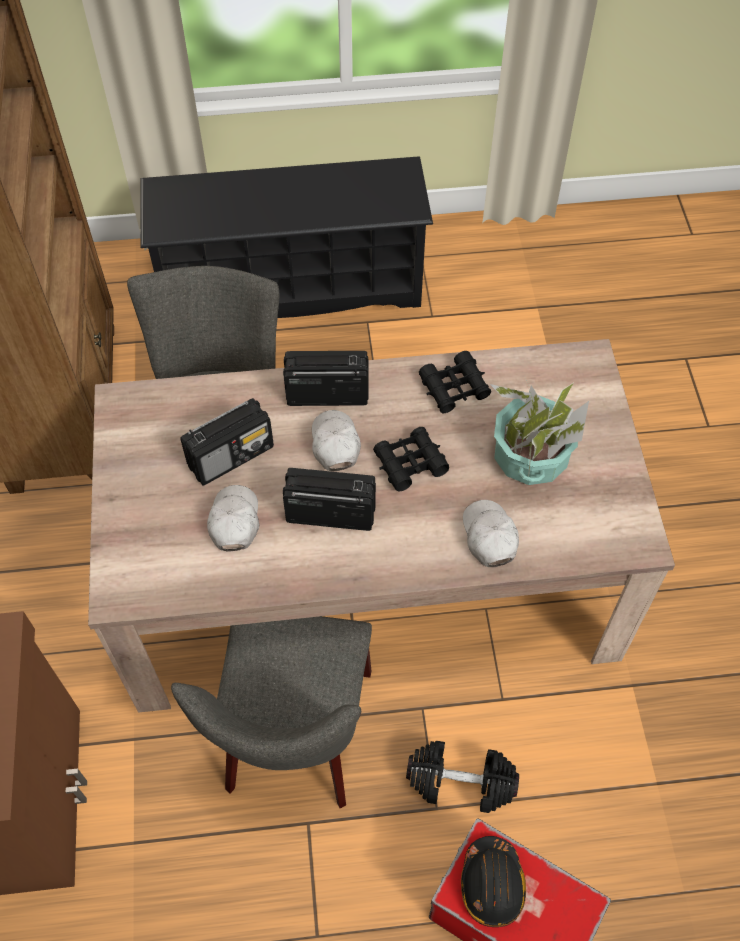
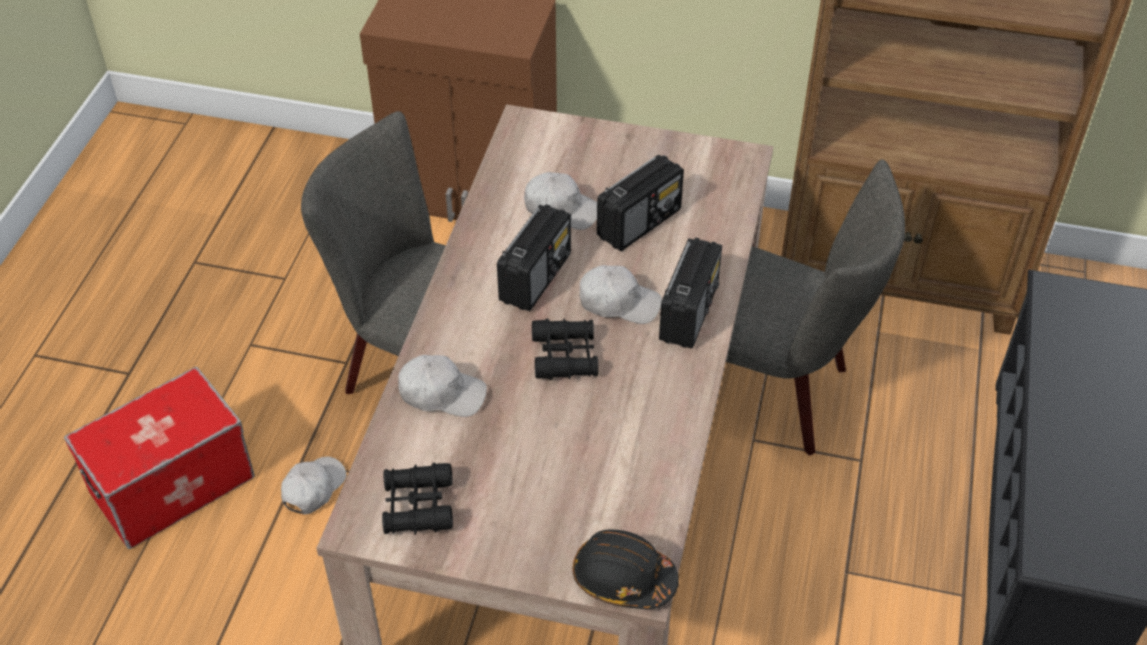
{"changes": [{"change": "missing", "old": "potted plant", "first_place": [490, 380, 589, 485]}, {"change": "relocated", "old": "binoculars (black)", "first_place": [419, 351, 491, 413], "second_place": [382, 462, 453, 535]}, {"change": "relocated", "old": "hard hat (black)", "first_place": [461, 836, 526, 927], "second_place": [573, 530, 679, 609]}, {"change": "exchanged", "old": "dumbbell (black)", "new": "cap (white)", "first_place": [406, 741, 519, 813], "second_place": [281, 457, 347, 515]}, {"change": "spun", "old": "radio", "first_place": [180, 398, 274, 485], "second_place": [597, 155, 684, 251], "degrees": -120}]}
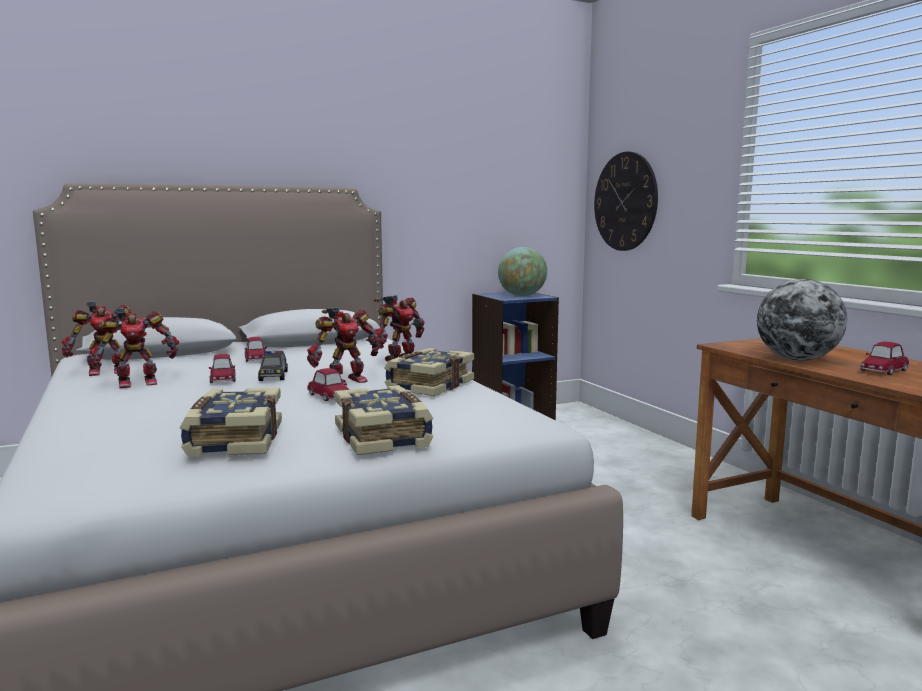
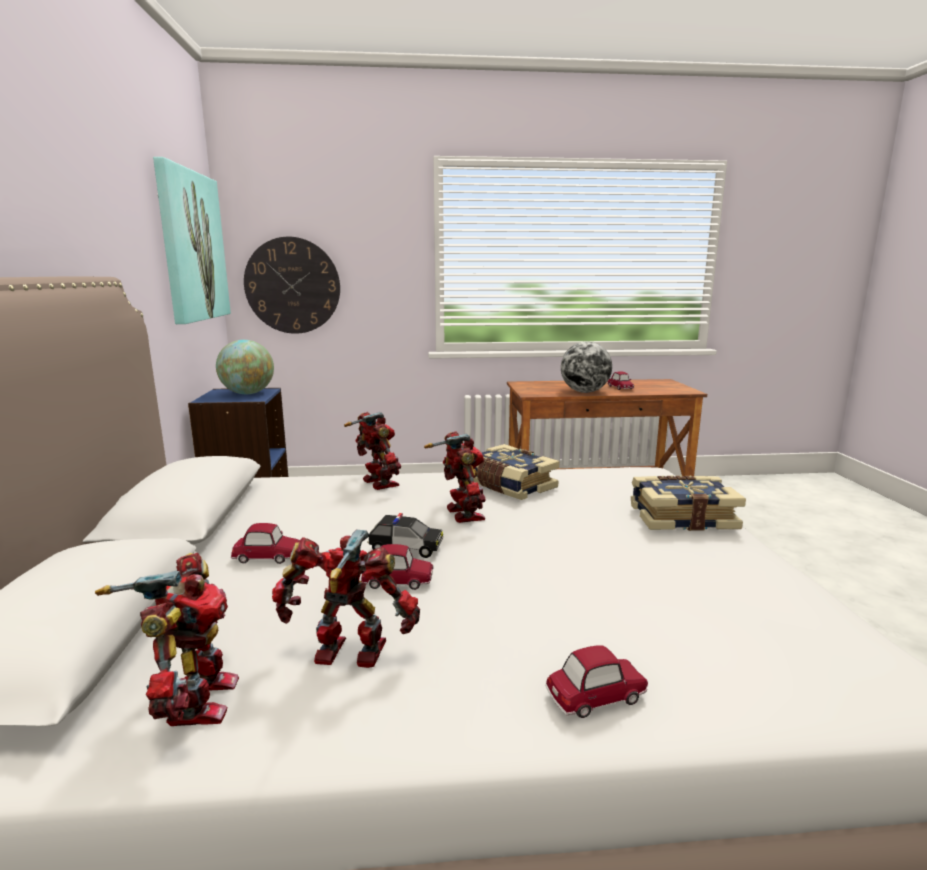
{"changes": [{"change": "missing", "old": "book", "first_place": [180, 388, 282, 457]}, {"change": "appeared", "new": "picture", "second_place": [153, 157, 231, 324]}, {"change": "relocated", "old": "toy car", "first_place": [307, 368, 350, 401], "second_place": [545, 645, 648, 718]}, {"change": "spun", "old": "toy robot", "first_place": [90, 308, 179, 388], "second_place": [272, 530, 420, 668], "degrees": -75}]}
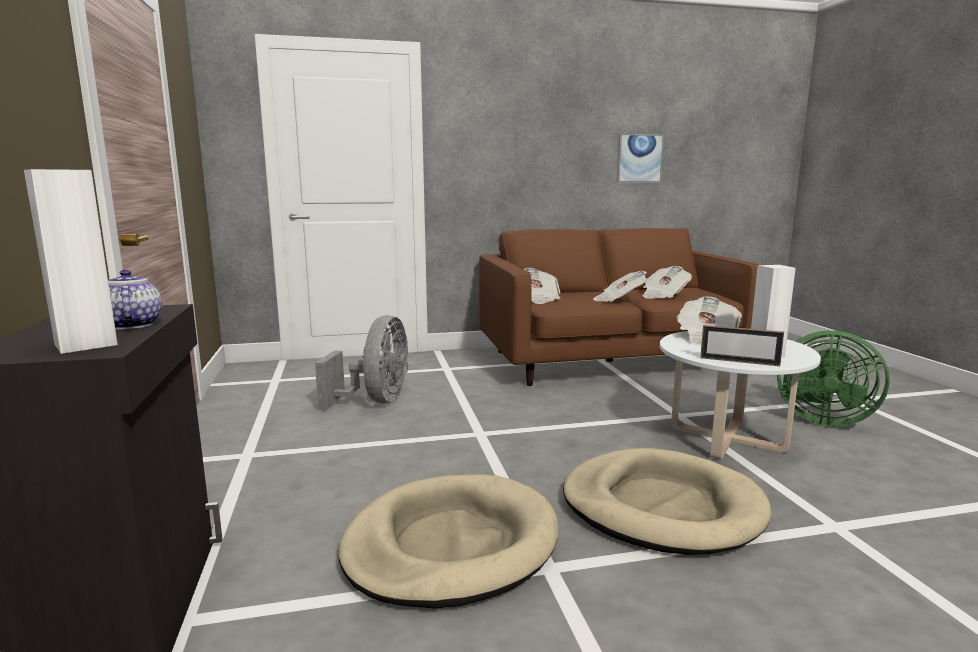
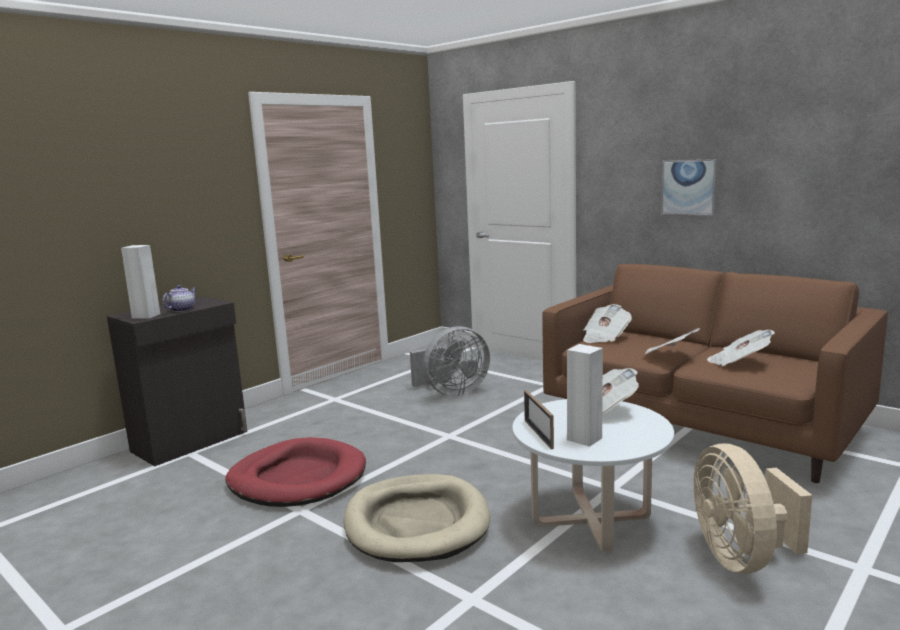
{"changes": [{"change": "relocated", "old": "picture", "first_place": [617, 134, 664, 183], "second_place": [661, 159, 717, 216]}, {"change": "colour", "old": "dog bed (beige)", "new": "dog bed (red)", "first_place": [338, 475, 559, 609], "second_place": [225, 437, 366, 507]}, {"change": "colour", "old": "fan (green)", "new": "fan (beige)", "first_place": [777, 330, 890, 426], "second_place": [694, 444, 812, 573]}]}
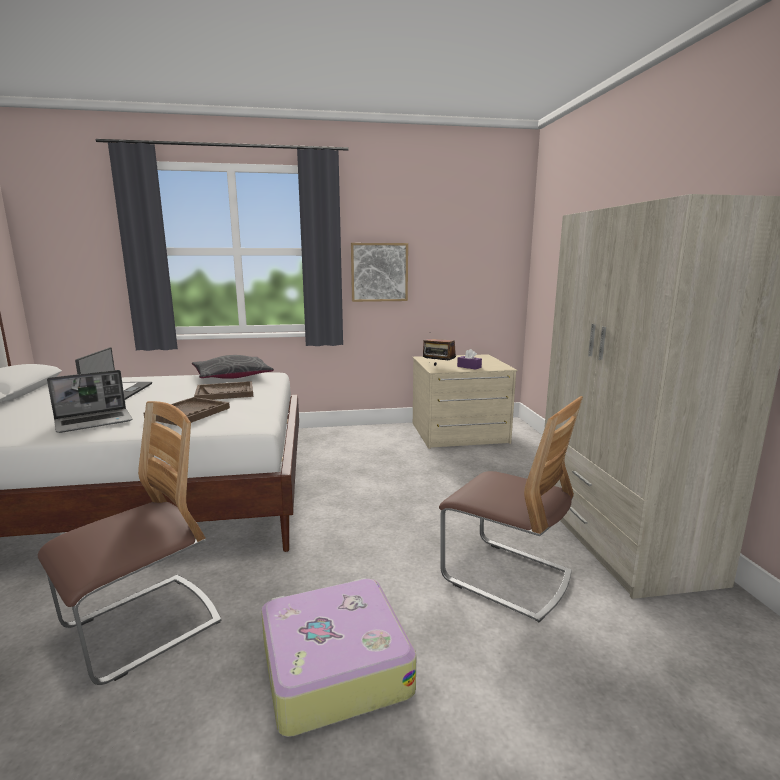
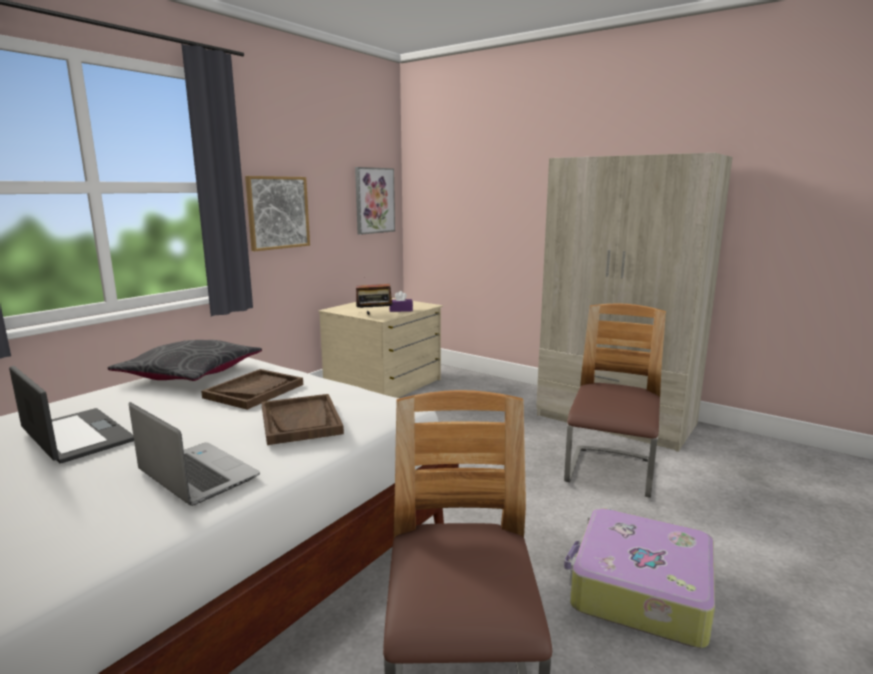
{"changes": [{"change": "appeared", "new": "picture", "second_place": [355, 167, 395, 235]}, {"change": "spun", "old": "laptop", "first_place": [47, 370, 133, 433], "second_place": [129, 402, 260, 506], "degrees": -60}, {"change": "spun", "old": "chair", "first_place": [439, 396, 583, 622], "second_place": [564, 303, 666, 498], "degrees": -60}]}
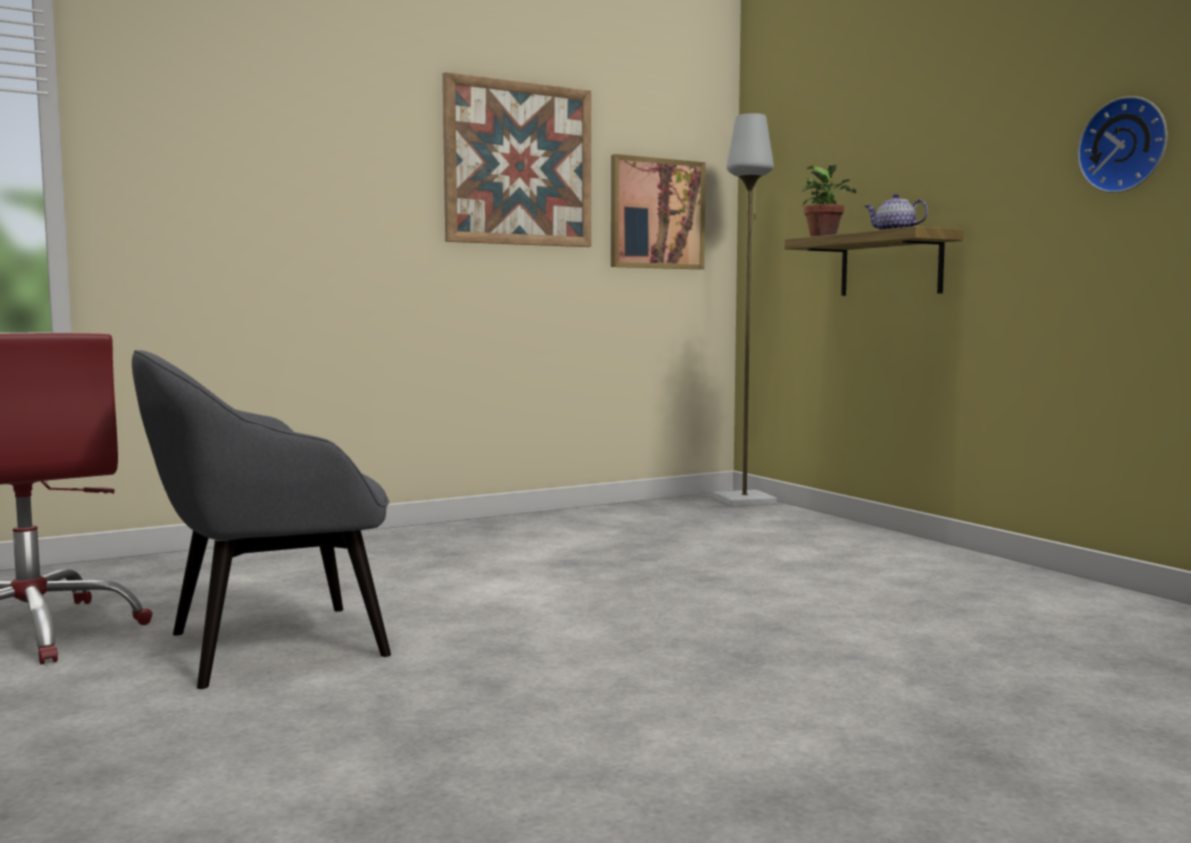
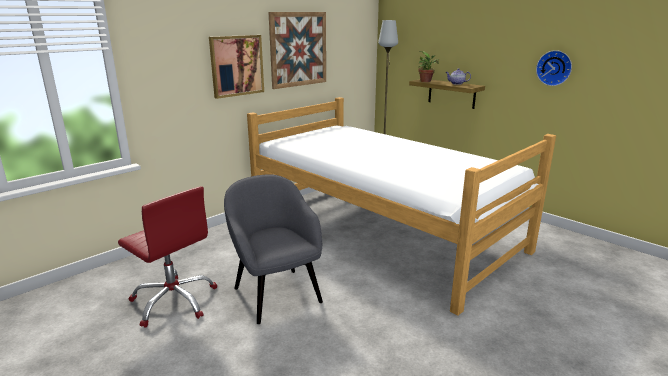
{"changes": [{"change": "appeared", "new": "bed", "second_place": [247, 97, 556, 316]}, {"change": "relocated", "old": "picture", "first_place": [611, 154, 706, 269], "second_place": [209, 35, 264, 99]}, {"change": "spun", "old": "armchair (grey)", "first_place": [132, 350, 391, 689], "second_place": [224, 174, 323, 324], "degrees": 105}]}
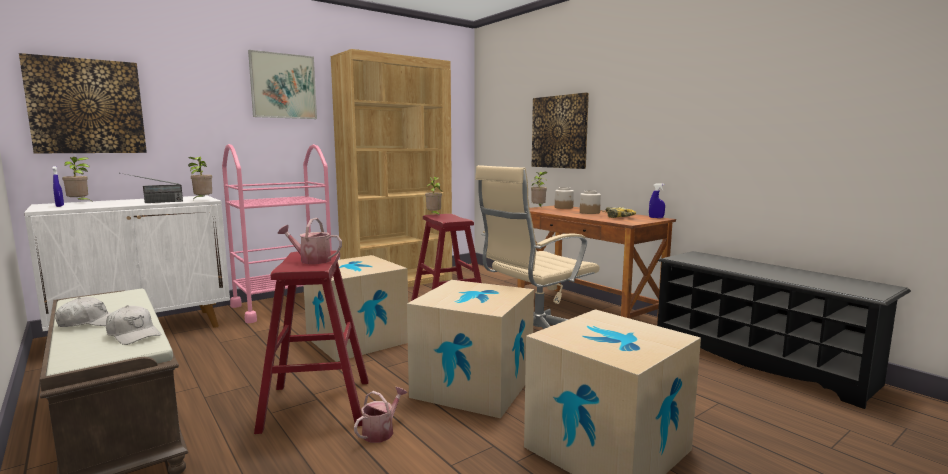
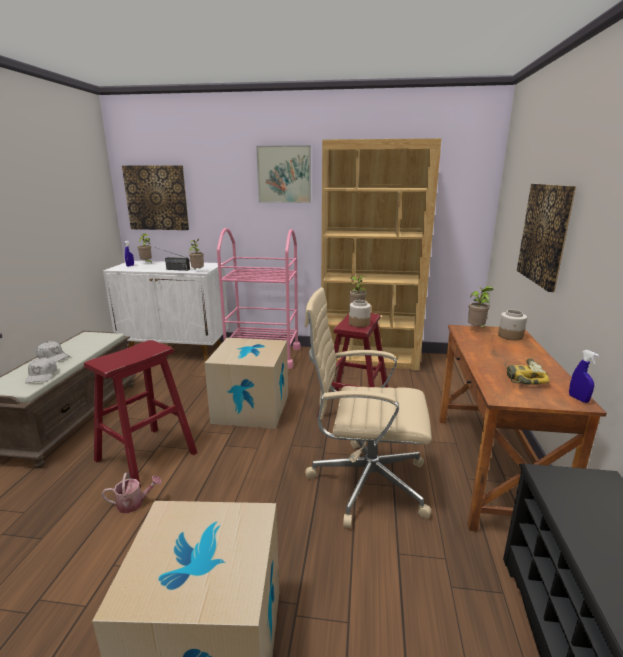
{"changes": [{"change": "missing", "old": "watering can", "first_place": [278, 218, 342, 264]}, {"change": "missing", "old": "cardboard box", "first_place": [407, 280, 534, 418]}, {"change": "relocated", "old": "jar", "first_place": [580, 190, 601, 214], "second_place": [349, 300, 371, 327]}]}
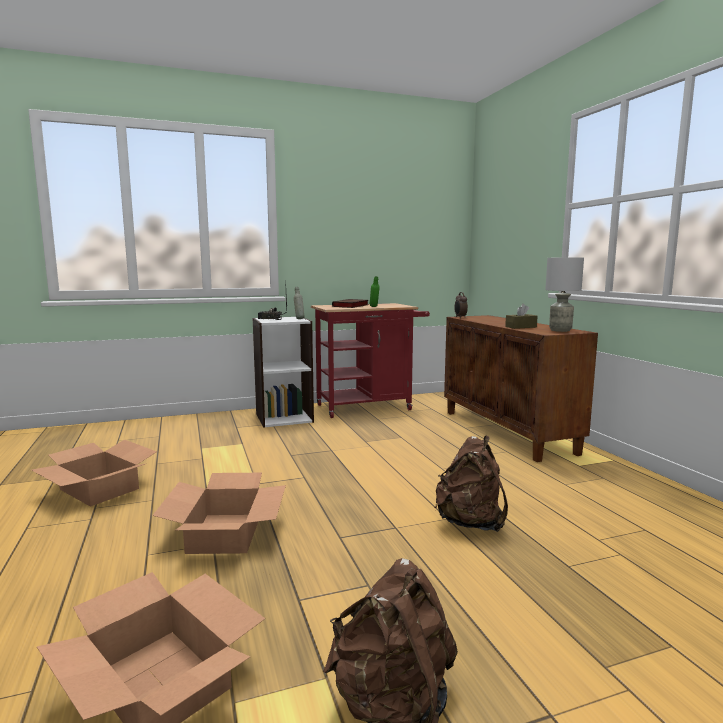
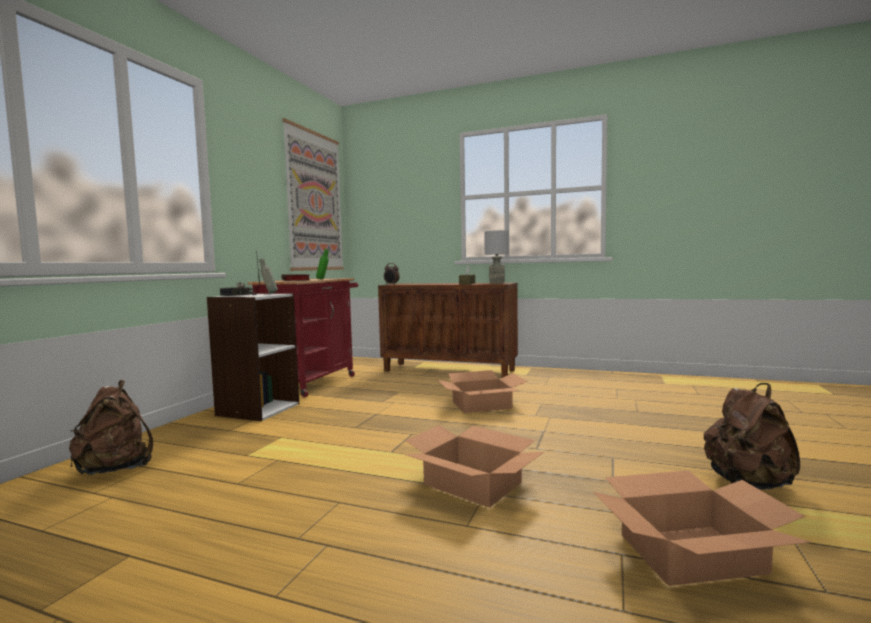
{"changes": [{"change": "appeared", "new": "picture", "second_place": [282, 118, 344, 271]}, {"change": "relocated", "old": "cardboard box", "first_place": [32, 440, 157, 507], "second_place": [438, 370, 528, 413]}, {"change": "relocated", "old": "backpack (brown)", "first_place": [435, 436, 508, 532], "second_place": [69, 380, 153, 475]}]}
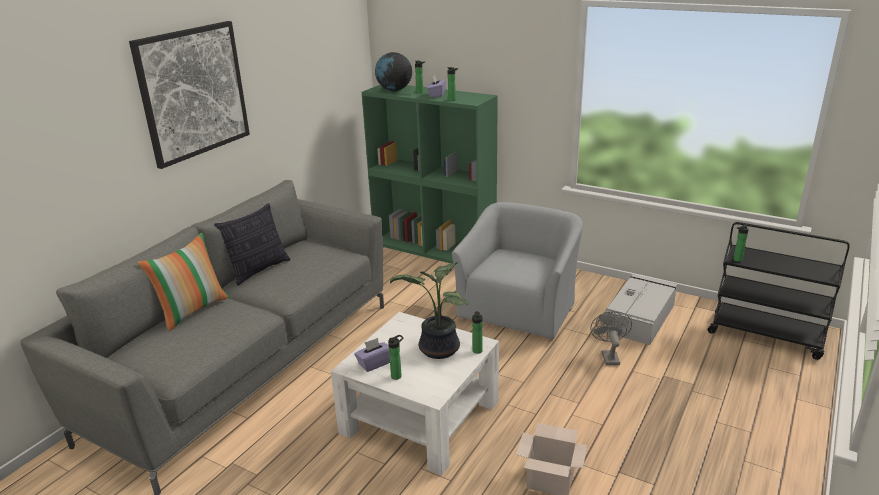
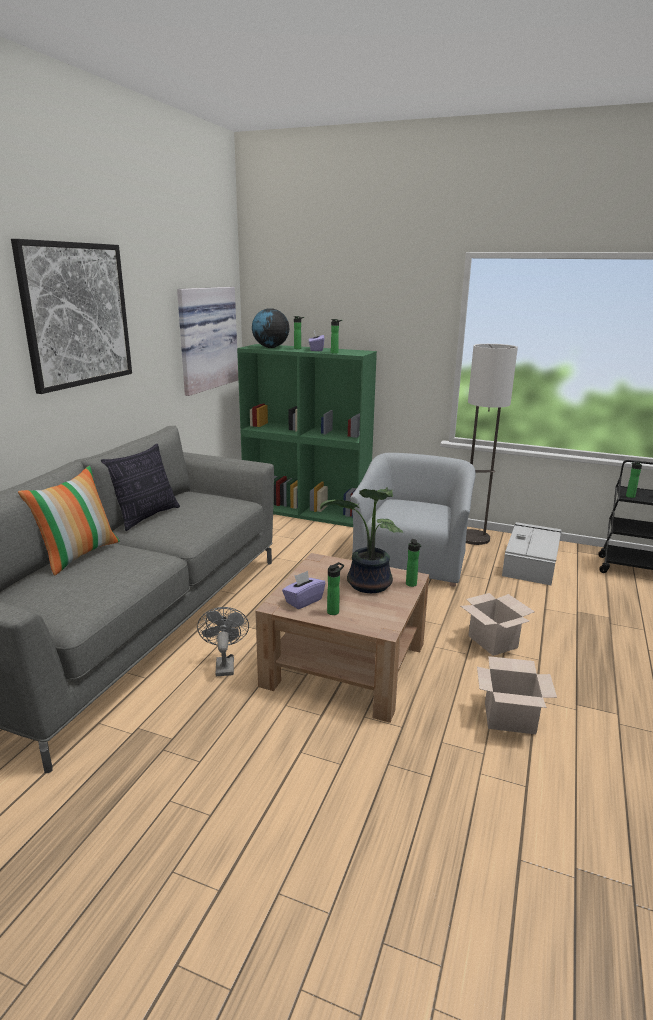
{"changes": [{"change": "appeared", "new": "picture", "second_place": [177, 287, 238, 396]}, {"change": "appeared", "new": "cardboard box", "second_place": [461, 593, 535, 656]}, {"change": "appeared", "new": "floor lamp", "second_place": [466, 344, 518, 545]}, {"change": "relocated", "old": "fan (grey)", "first_place": [590, 311, 632, 365], "second_place": [197, 607, 249, 676]}, {"change": "colour", "old": "coffee table (white)", "new": "coffee table (brown)", "first_place": [331, 312, 499, 476], "second_place": [255, 553, 429, 723]}]}
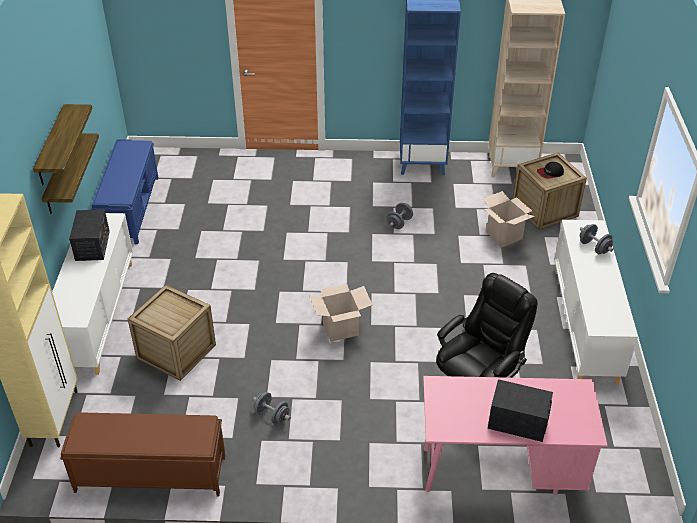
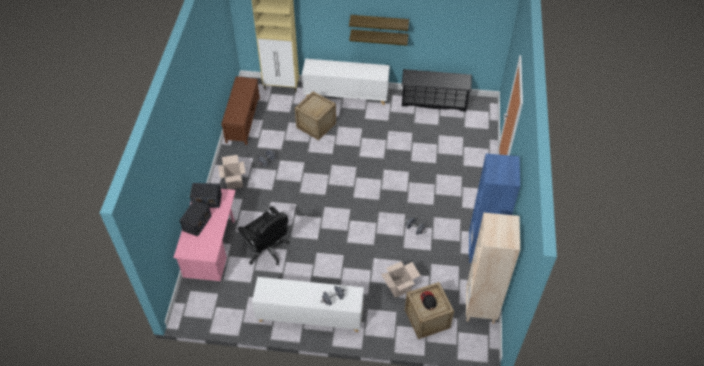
{"changes": [{"change": "relocated", "old": "radio", "first_place": [69, 209, 110, 261], "second_place": [190, 183, 222, 208]}, {"change": "relocated", "old": "cardboard box", "first_place": [309, 284, 373, 342], "second_place": [218, 155, 246, 189]}, {"change": "exchanged", "old": "bench (blue)", "new": "shoe rack (black)", "first_place": [91, 139, 158, 244], "second_place": [402, 69, 472, 112]}]}
